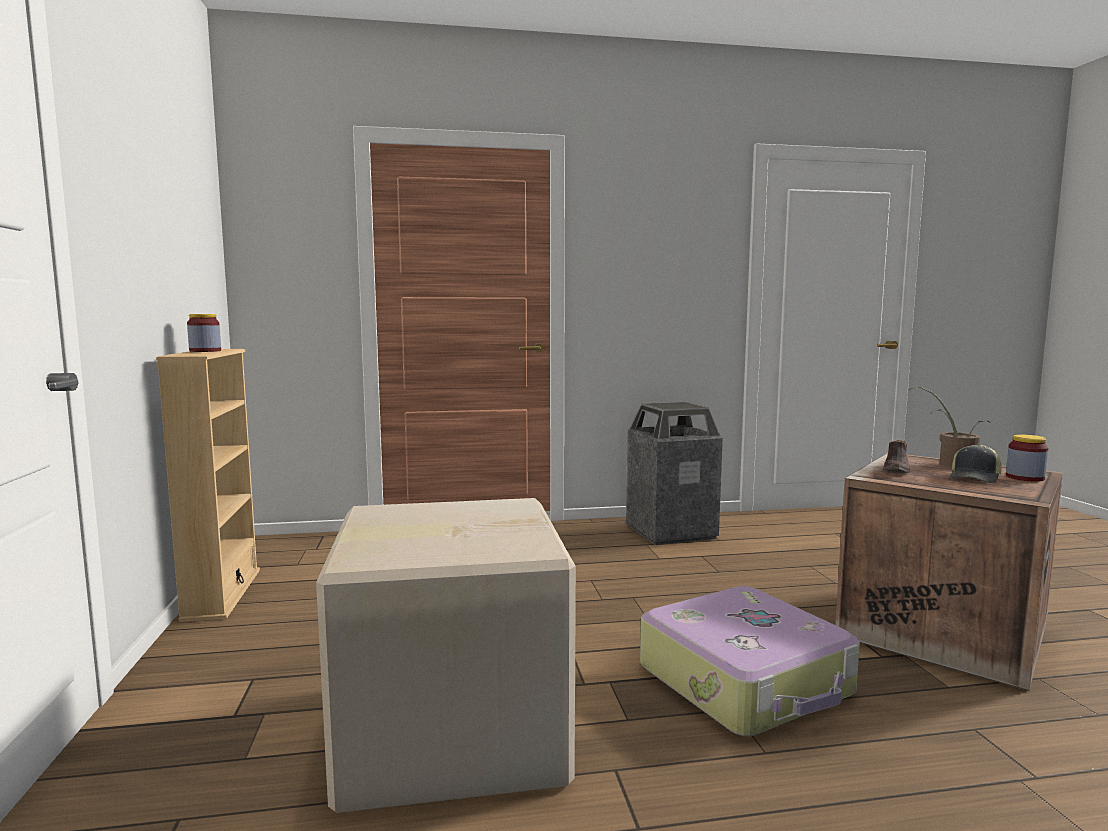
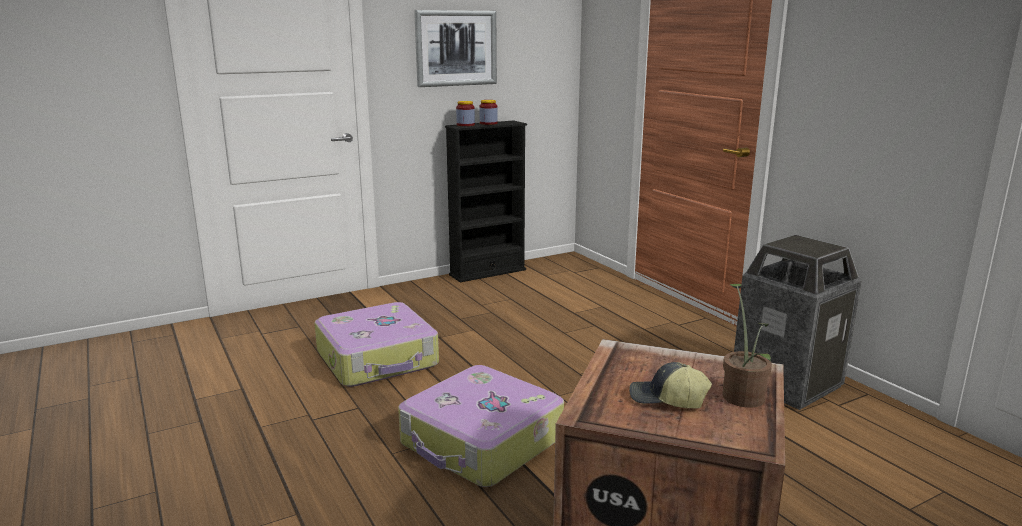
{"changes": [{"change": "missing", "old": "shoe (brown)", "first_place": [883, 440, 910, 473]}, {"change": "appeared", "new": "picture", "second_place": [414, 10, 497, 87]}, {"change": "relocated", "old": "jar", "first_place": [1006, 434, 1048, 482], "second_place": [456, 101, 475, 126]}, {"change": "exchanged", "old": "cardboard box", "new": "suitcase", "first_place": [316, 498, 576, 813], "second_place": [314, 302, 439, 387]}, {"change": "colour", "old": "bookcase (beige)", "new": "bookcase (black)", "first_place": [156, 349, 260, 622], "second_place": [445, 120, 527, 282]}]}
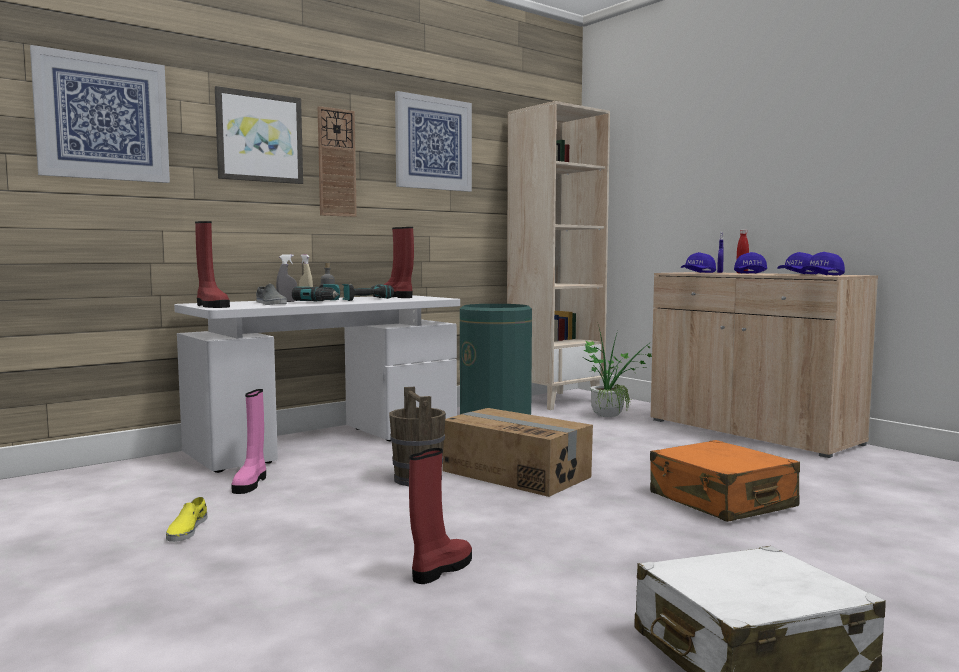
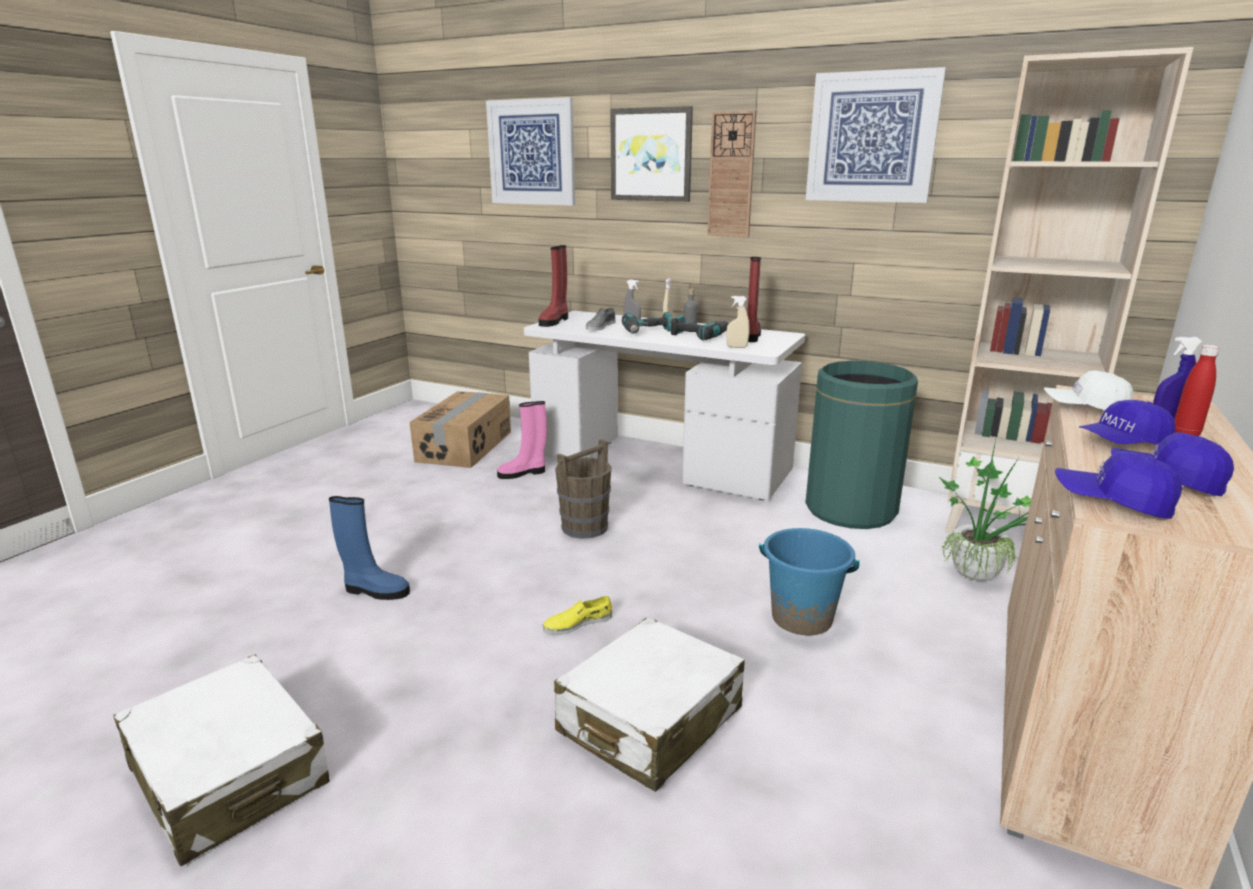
{"changes": [{"change": "appeared", "new": "spray bottle (beige)", "second_place": [727, 296, 750, 348]}, {"change": "appeared", "new": "bucket (blue)", "second_place": [759, 528, 860, 635]}, {"change": "relocated", "old": "shoe (yellow)", "first_place": [166, 497, 207, 542], "second_place": [543, 596, 612, 635]}, {"change": "relocated", "old": "cardboard box", "first_place": [442, 408, 593, 497], "second_place": [409, 391, 511, 468]}, {"change": "colour", "old": "boot (red)", "new": "boot (blue)", "first_place": [409, 448, 472, 584], "second_place": [329, 496, 410, 600]}, {"change": "colour", "old": "suitcase (orange)", "new": "suitcase (white)", "first_place": [650, 440, 800, 522], "second_place": [554, 617, 745, 792]}, {"change": "colour", "old": "cap (blue)", "new": "cap (white)", "first_place": [680, 252, 716, 273], "second_place": [1044, 370, 1134, 410]}]}
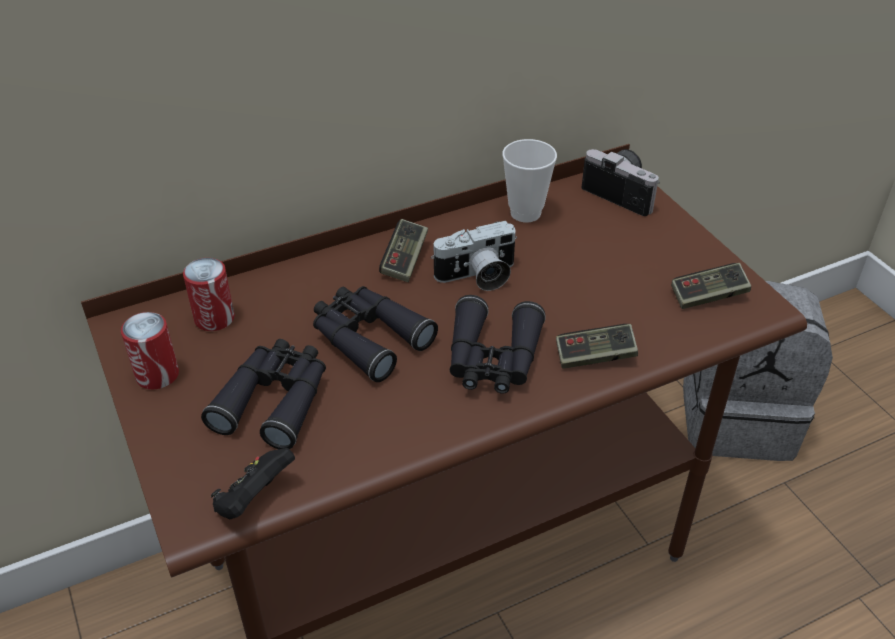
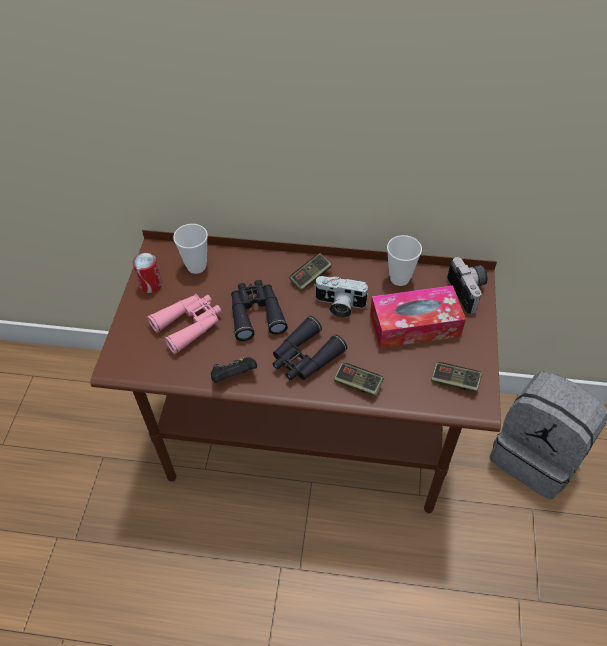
{"changes": [{"change": "appeared", "new": "tissue box", "second_place": [370, 285, 466, 348]}, {"change": "relocated", "old": "game controller (black)", "first_place": [211, 448, 295, 519], "second_place": [211, 357, 257, 383]}, {"change": "exchanged", "old": "can", "new": "cup", "first_place": [183, 258, 235, 331], "second_place": [173, 224, 208, 274]}, {"change": "colour", "old": "binoculars (black)", "new": "binoculars (pink)", "first_place": [201, 339, 326, 449], "second_place": [147, 294, 221, 354]}]}
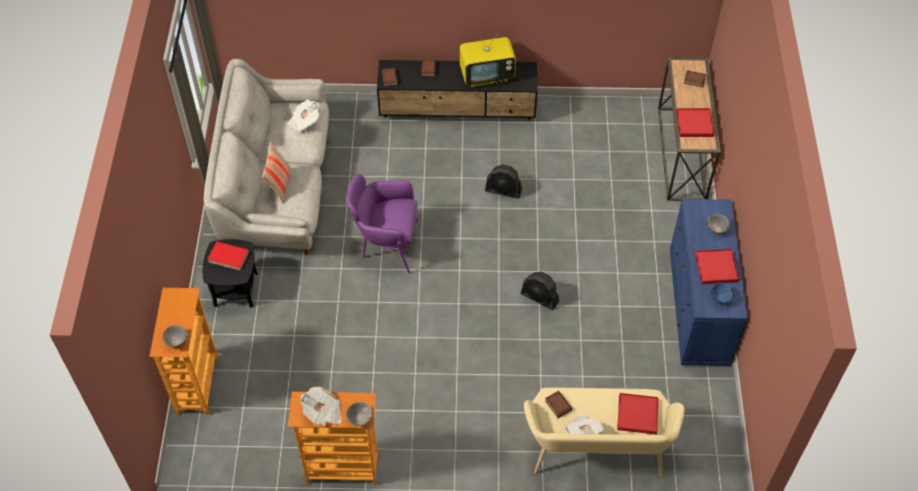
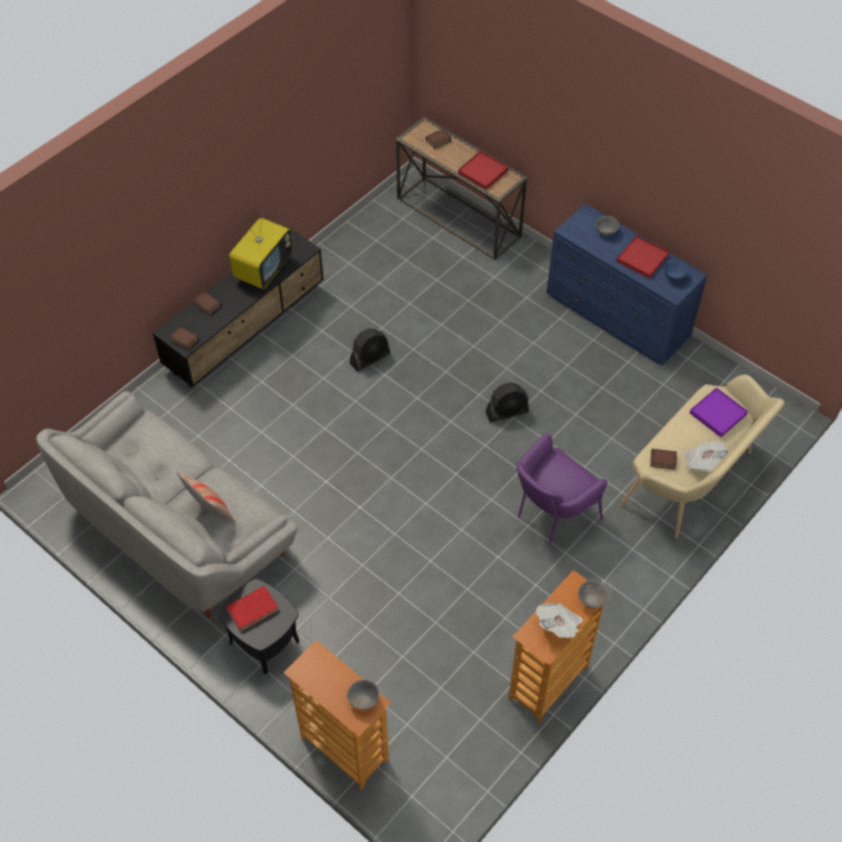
{"changes": [{"change": "missing", "old": "newspaper", "first_place": [288, 100, 319, 133]}, {"change": "relocated", "old": "armchair (purple)", "first_place": [347, 174, 419, 274], "second_place": [516, 434, 607, 544]}, {"change": "colour", "old": "tray (red)", "new": "tray (purple)", "first_place": [617, 393, 658, 434], "second_place": [690, 388, 748, 437]}]}
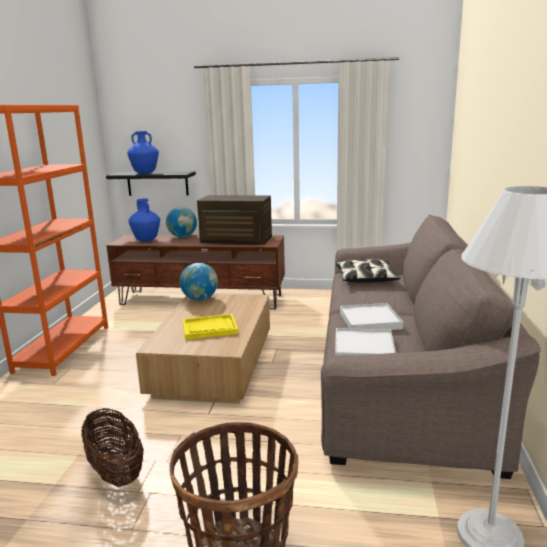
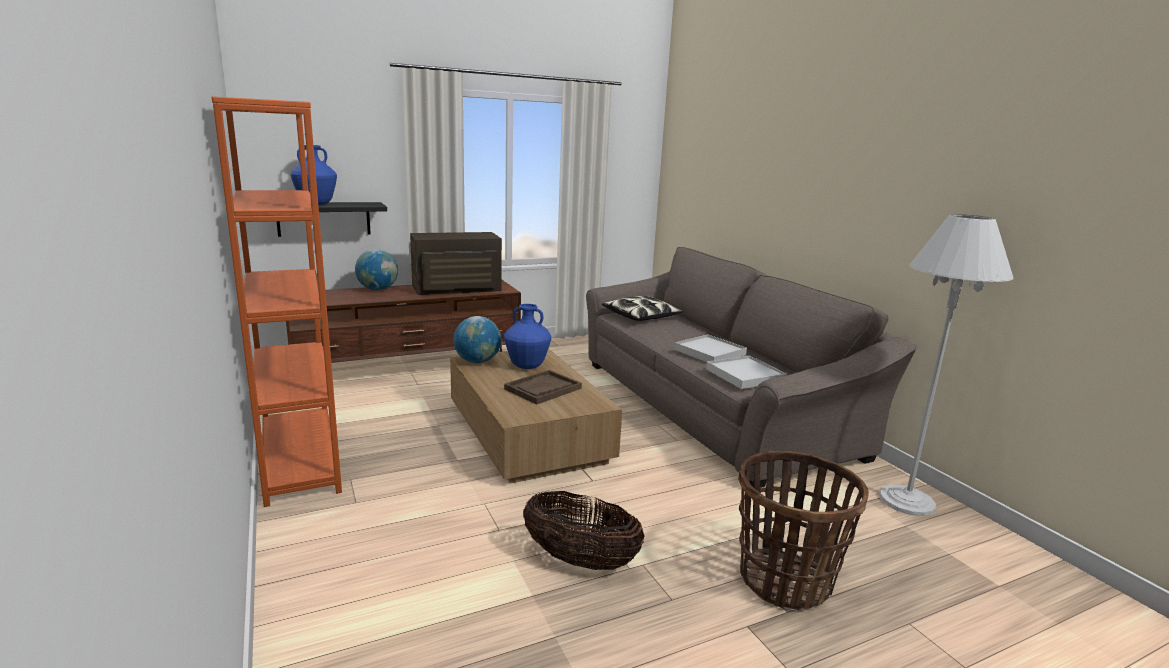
{"changes": [{"change": "relocated", "old": "vase (blue)", "first_place": [128, 199, 160, 242], "second_place": [504, 304, 551, 369]}, {"change": "colour", "old": "tray (yellow)", "new": "tray (brown)", "first_place": [183, 314, 238, 340], "second_place": [504, 370, 582, 405]}]}
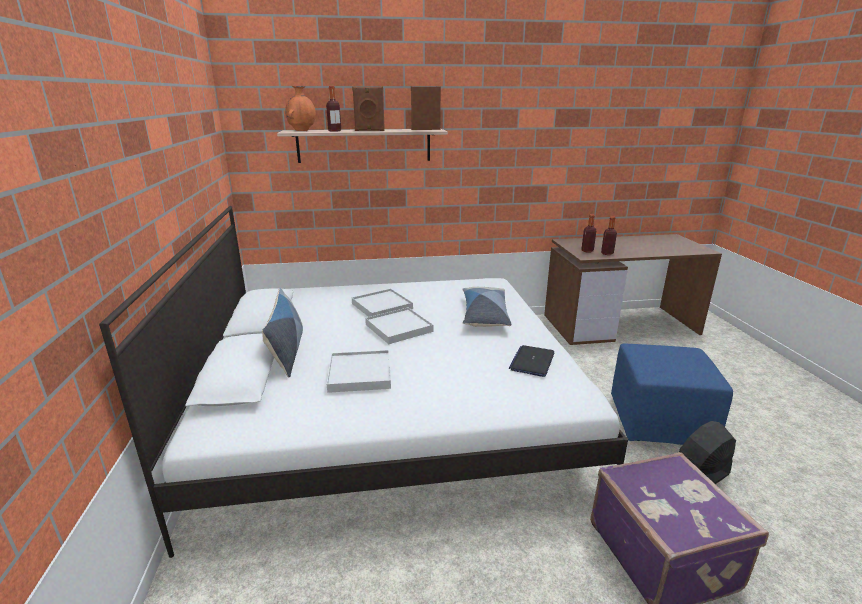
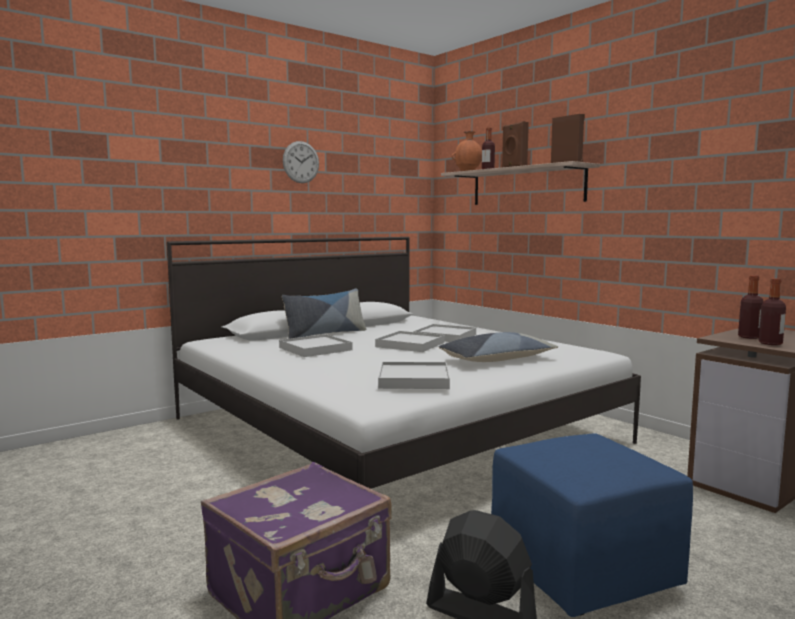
{"changes": [{"change": "appeared", "new": "wall clock", "second_place": [283, 141, 319, 183]}, {"change": "exchanged", "old": "laptop", "new": "tray (white)", "first_place": [509, 345, 554, 377], "second_place": [378, 362, 450, 389]}]}
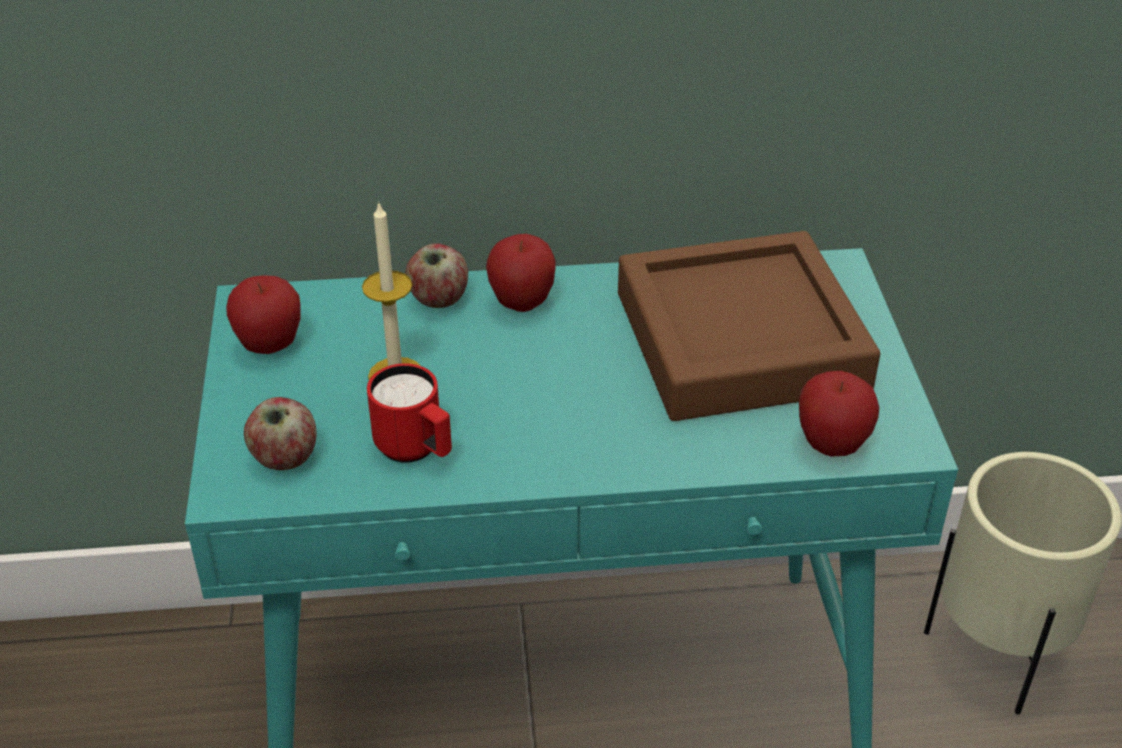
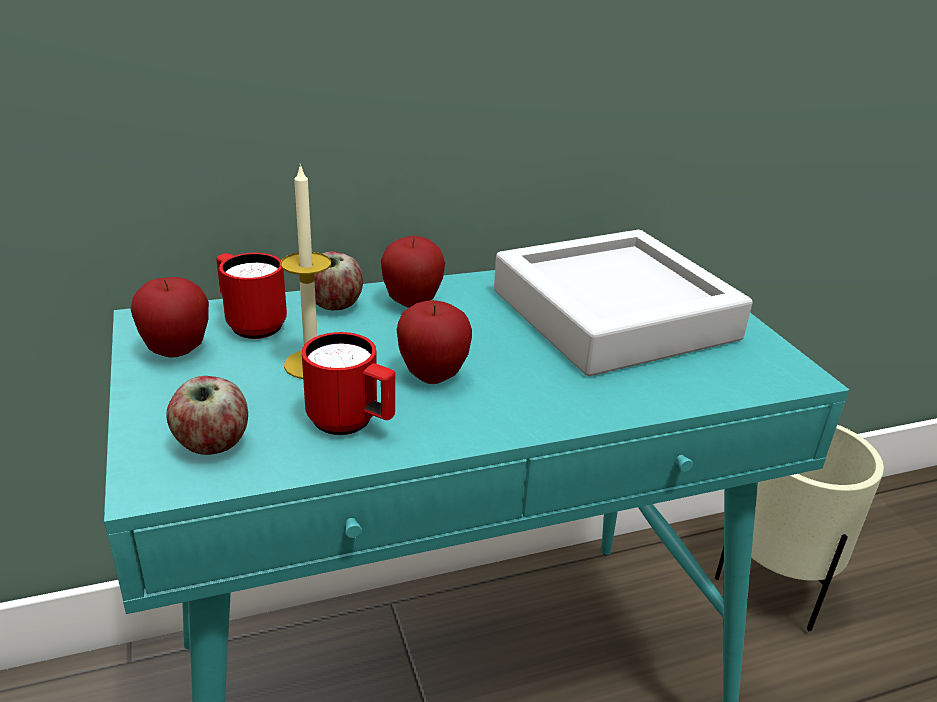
{"changes": [{"change": "appeared", "new": "mug (red)", "second_place": [216, 253, 287, 339]}, {"change": "relocated", "old": "apple", "first_place": [799, 371, 880, 457], "second_place": [397, 300, 472, 384]}, {"change": "colour", "old": "tray (brown)", "new": "tray (grey)", "first_place": [618, 231, 880, 421], "second_place": [494, 230, 753, 376]}]}
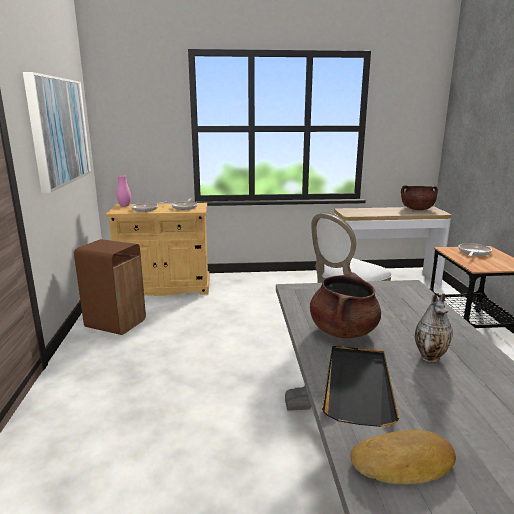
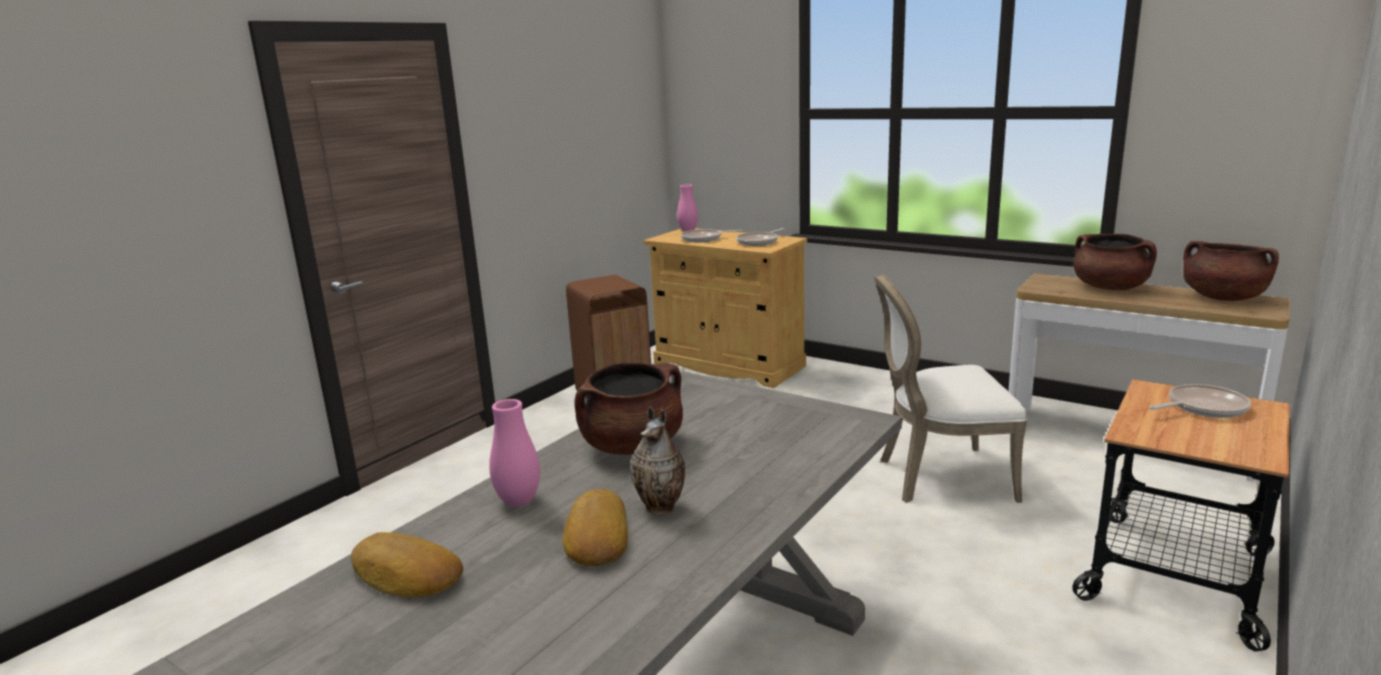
{"changes": [{"change": "missing", "old": "picture", "first_place": [23, 72, 92, 193]}, {"change": "appeared", "new": "bread", "second_place": [562, 489, 628, 566]}, {"change": "appeared", "new": "cooking pot (brown)", "second_place": [1073, 234, 1157, 290]}, {"change": "exchanged", "old": "tray (black)", "new": "vase (pink)", "first_place": [322, 346, 399, 427], "second_place": [489, 399, 540, 507]}]}
